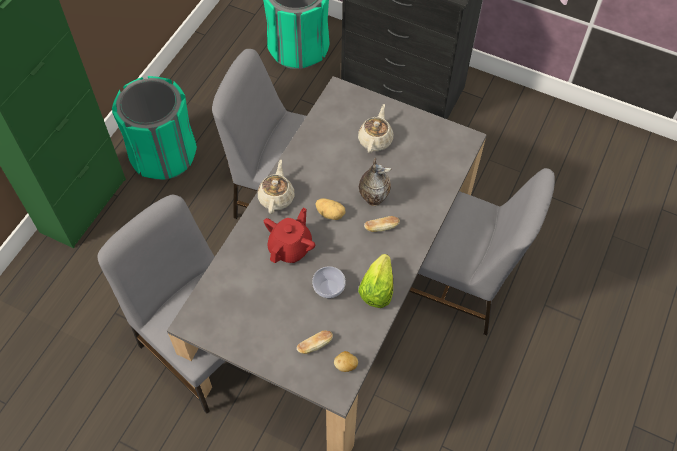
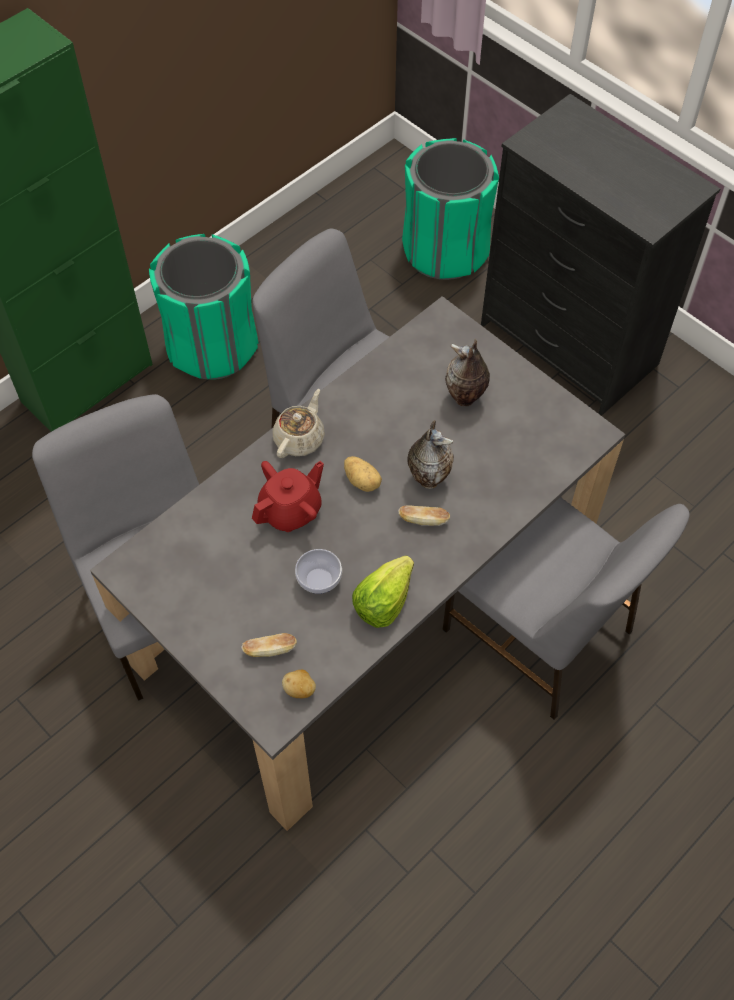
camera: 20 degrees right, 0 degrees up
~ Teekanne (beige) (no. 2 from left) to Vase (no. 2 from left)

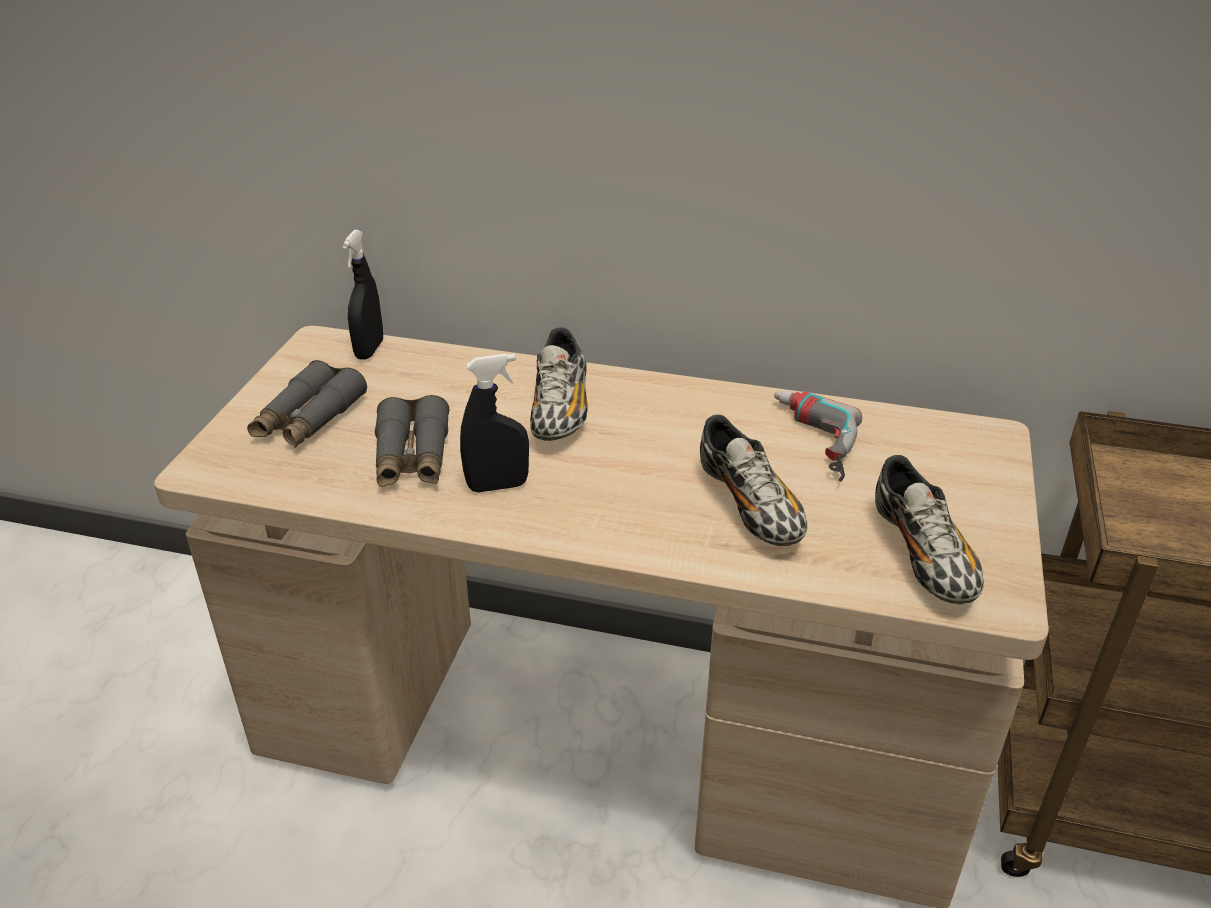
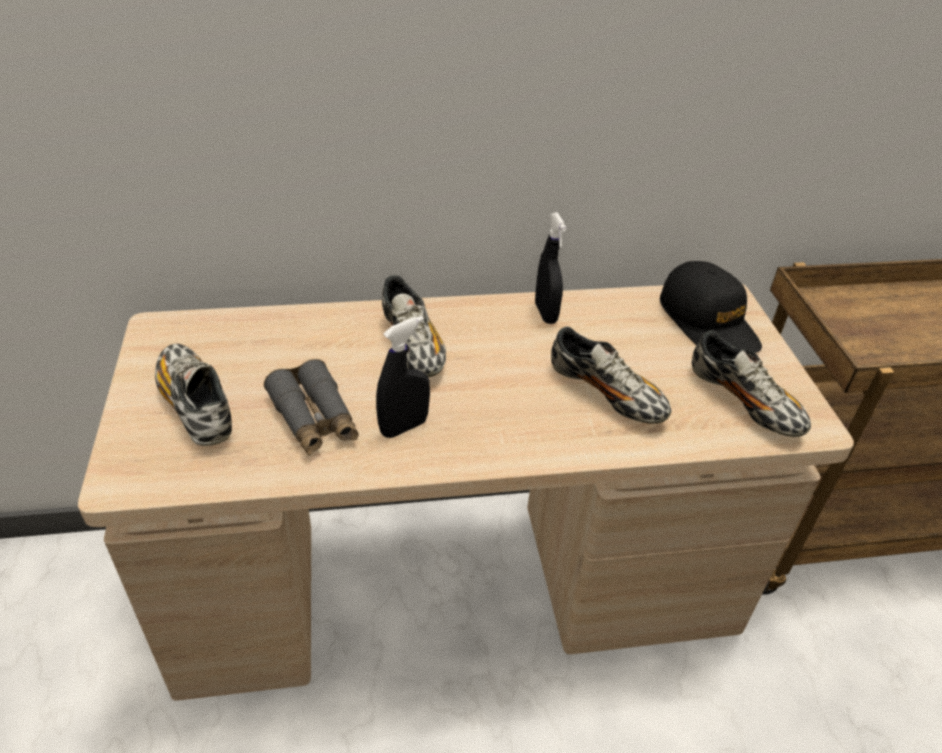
camera: 25 degrees left, 5 degrees up
~ Sprühflasche (schwarz) (no. 1 from left in the first image) to Sprühflasche (schwarz) (no. 2 from left)
~ Fernglas (grau) (no. 1 from left) to Schuh (no. 1 from left)
- Bohrmaschine
+ Kappe (schwarz)

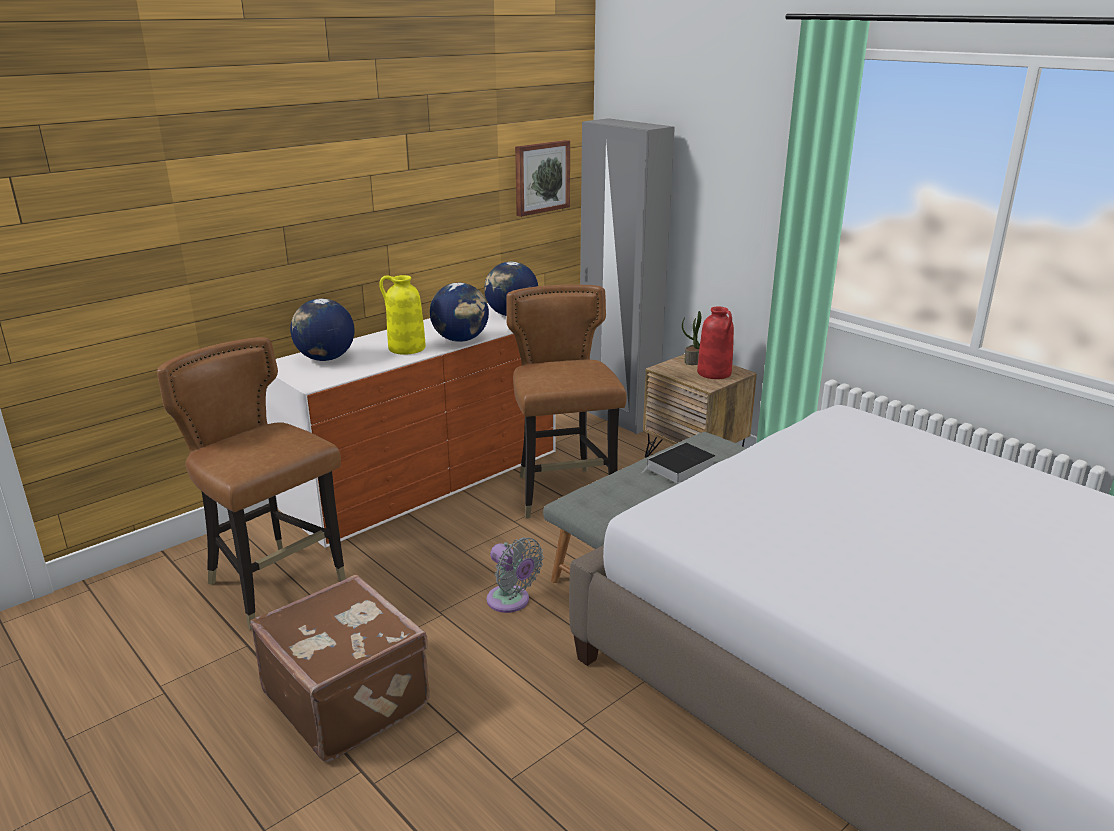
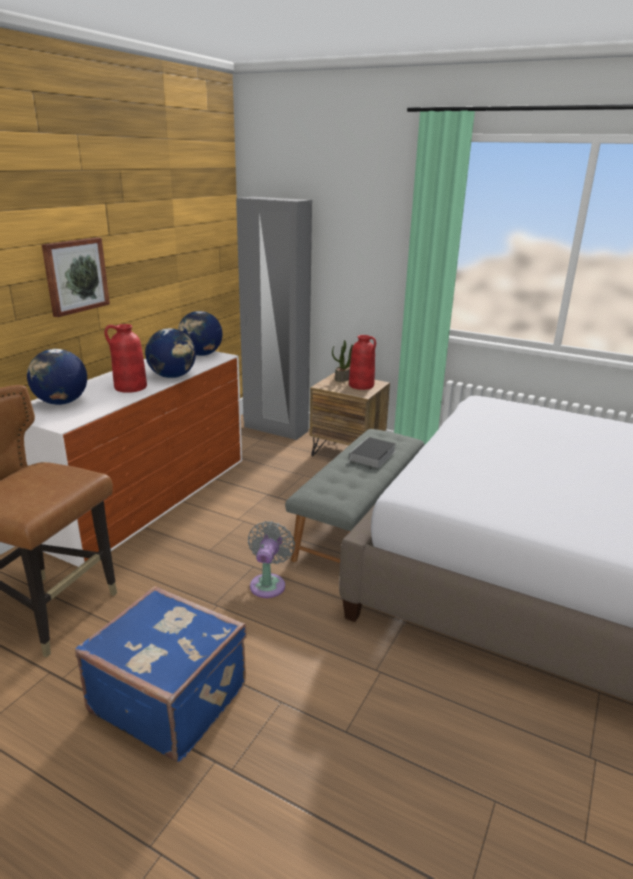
camera: 20 degrees left, 0 degrees up
~ Bild
~ Vase (gelb) to Vase (rot) (no. 1 from left)
- Stuhl (braun) (no. 2 from left)
~ Ventilator (grau) 105 degrees counterclockwise
~ Koffer (braun) to Koffer (blau)

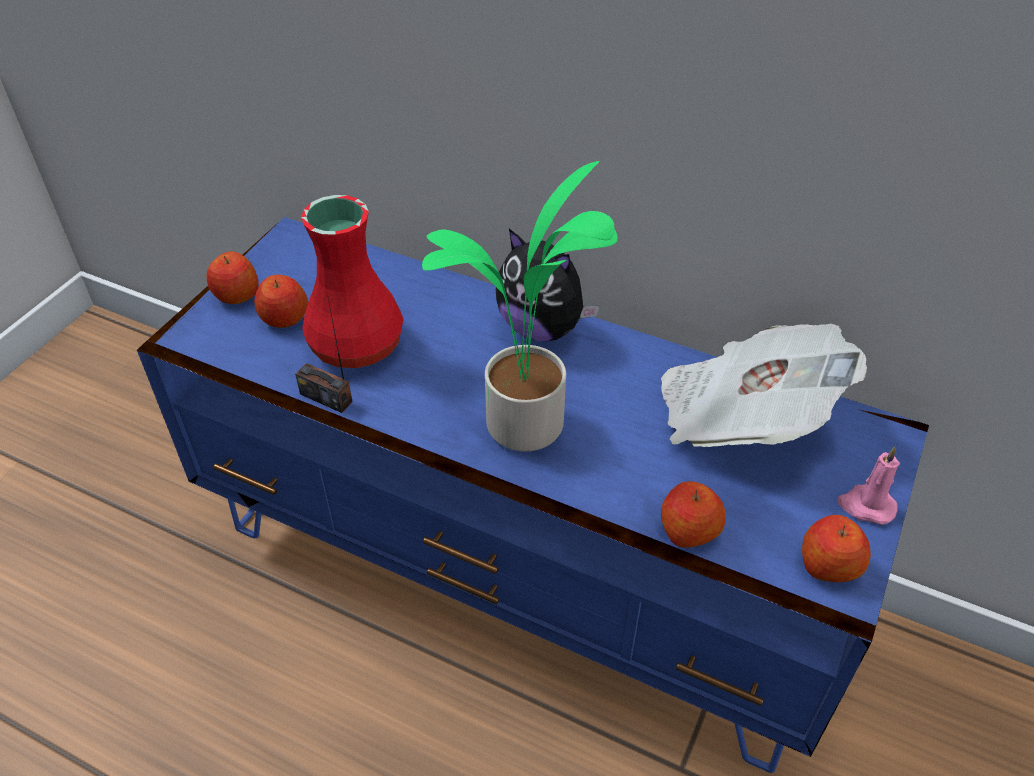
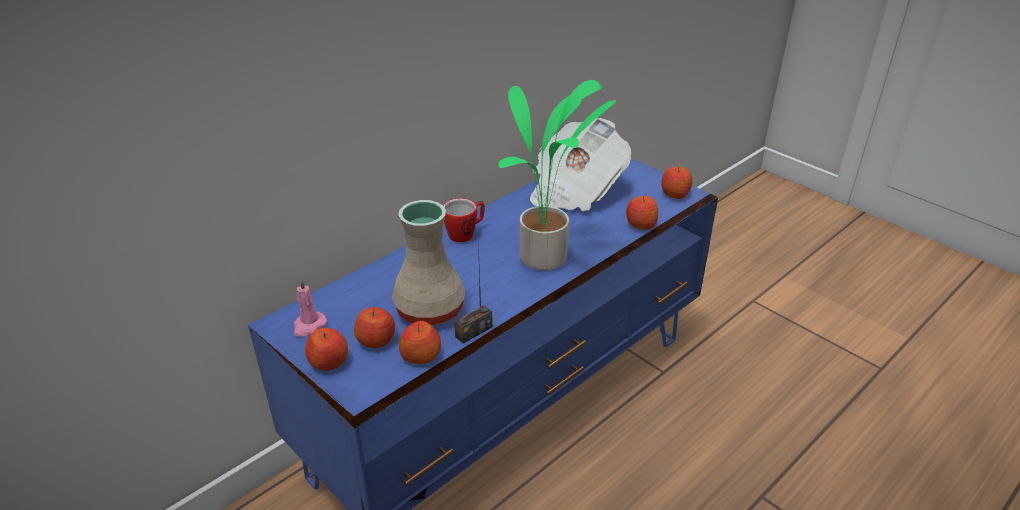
camera: 70 degrees left, 10 degrees down
~ Vase (rot) to Vase (beige)
~ Plüschtier to Henkelbecher
~ Kerze (rosa)
+ Apfel (no. 3 from left)

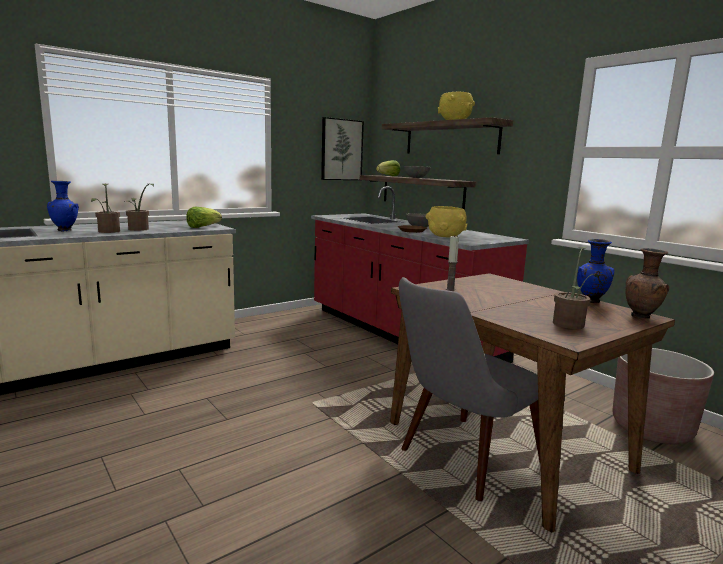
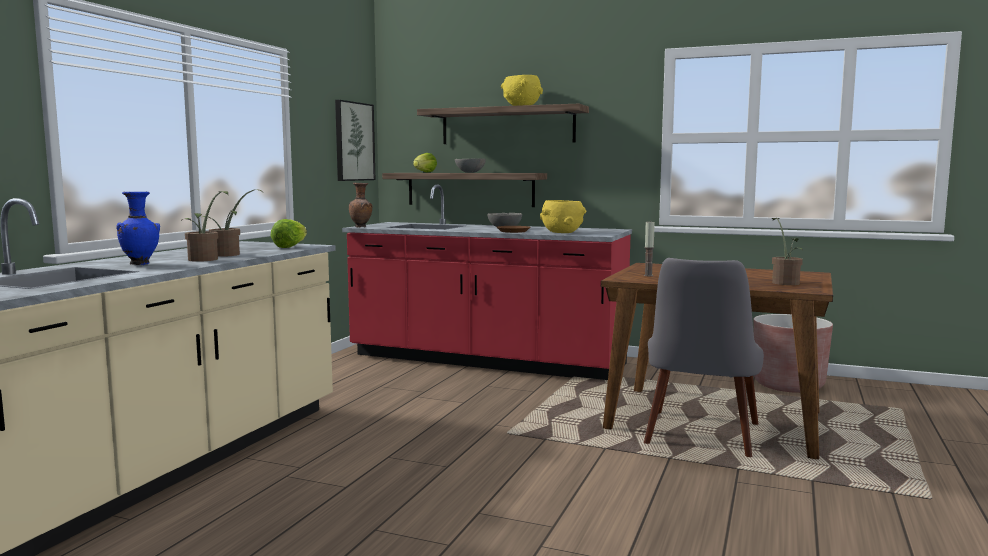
camera: 30 degrees left, 5 degrees down
- Vase (blau) (no. 2 from left)
~ Vase (braun)

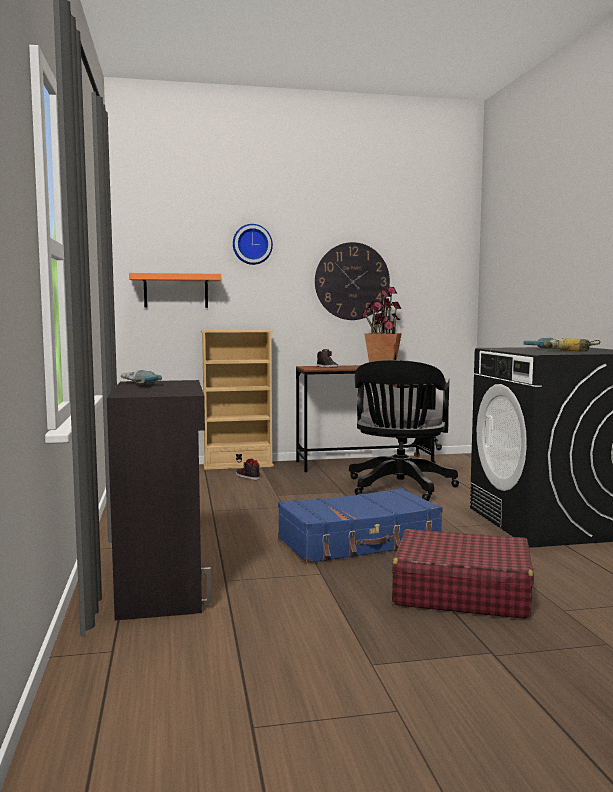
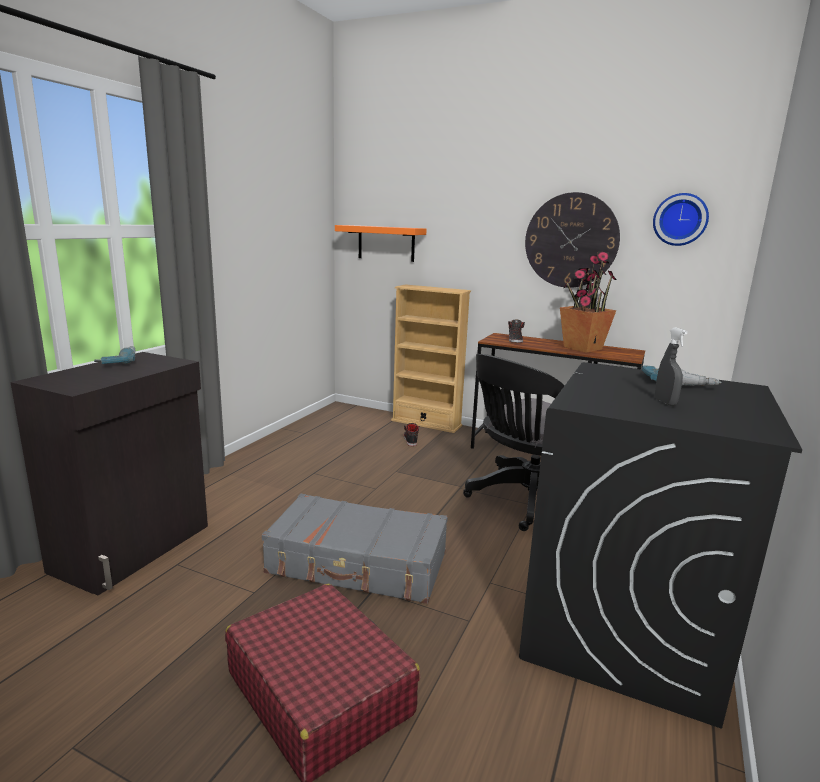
camera: 35 degrees right, 10 degrees up
~ Wanduhr (no. 1 from left in the first image) to Wanduhr (no. 2 from left)
~ Bohrmaschine (no. 3 from left) to Sprühflasche (grau)
~ Koffer (blau) to Koffer (grau)

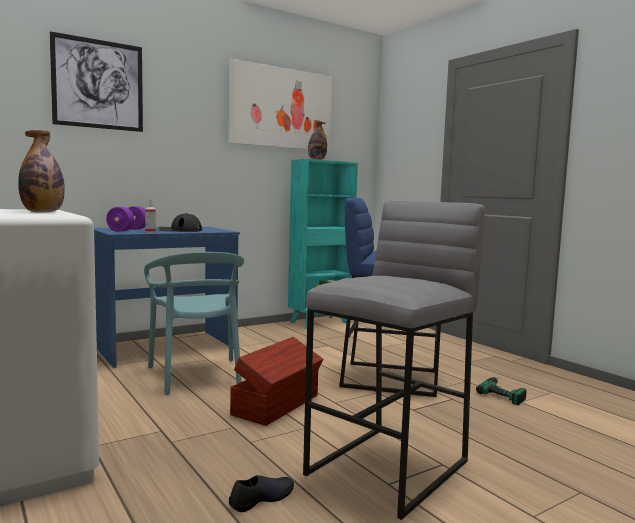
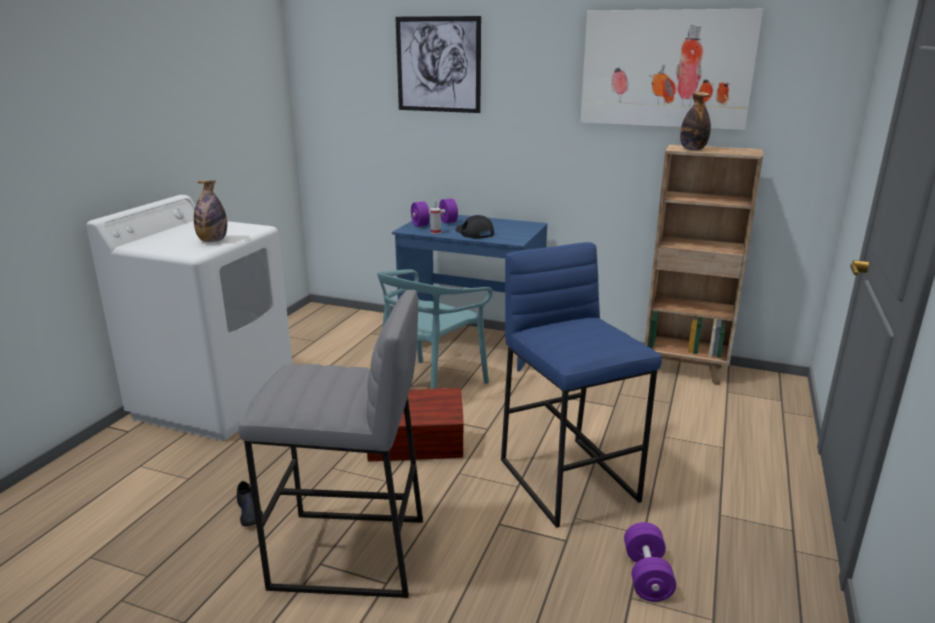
camera: 55 degrees right, 15 degrees up
~ Bücherregal (türkis) to Bücherregal (braun)
~ Bohrmaschine to Hantel (lila) (no. 2 from left)
~ Schuh (schwarz) 45 degrees clockwise

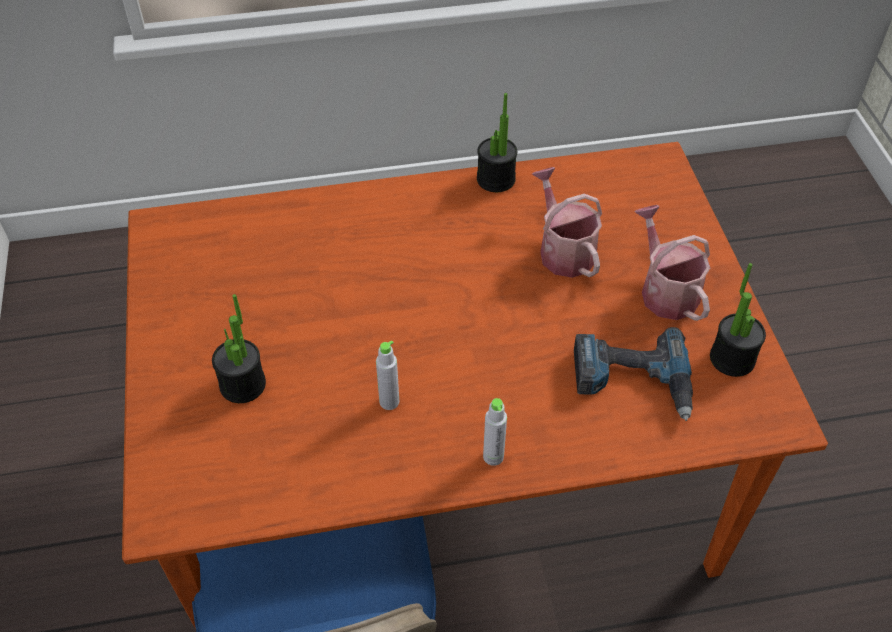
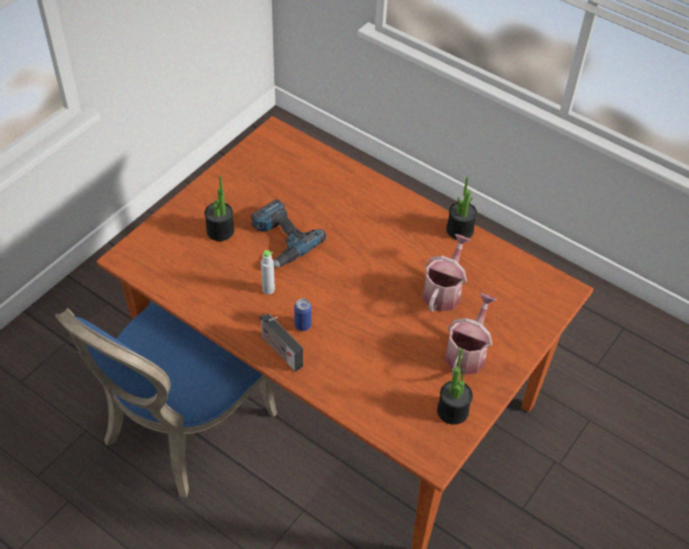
camera: 45 degrees right, 0 degrees up
~ Bohrmaschine
~ Flasche (grau) (no. 2 from left) to Radio
+ Dose

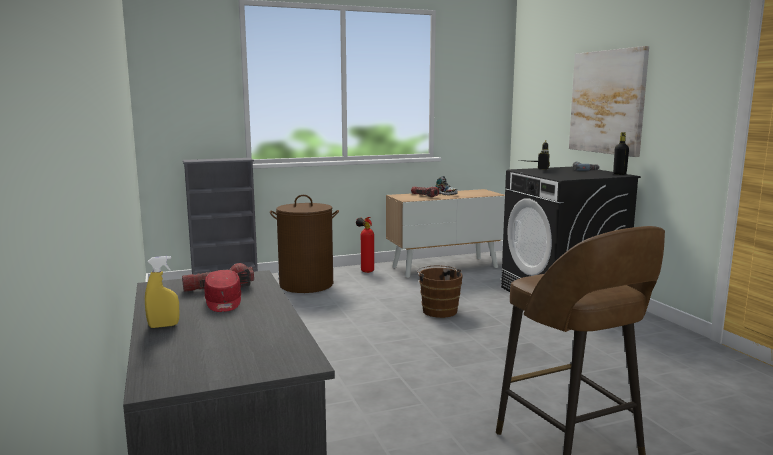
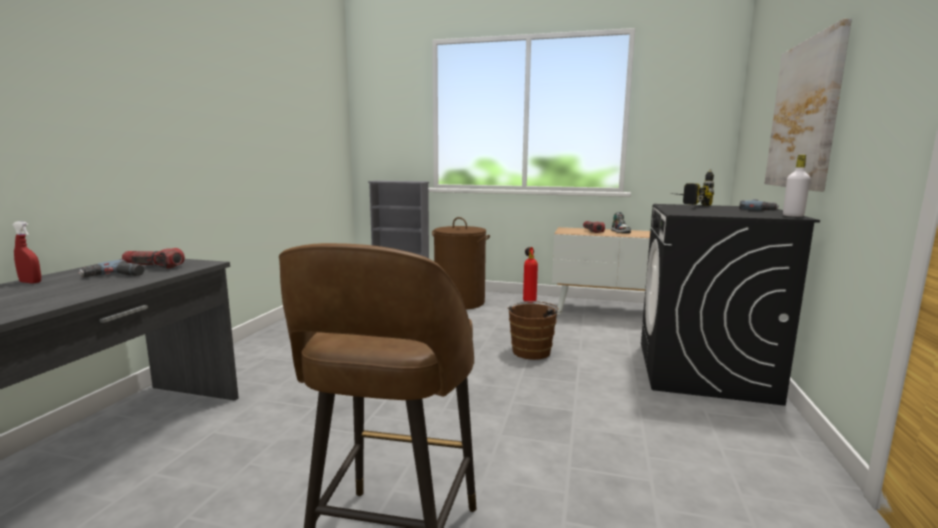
camera: 35 degrees right, 0 degrees up
~ Flasche (schwarz) to Flasche (weiß)
~ Sprühflasche (gelb) to Sprühflasche (rot)
~ Kappe (rot) to Bohrmaschine (no. 1 from left)

